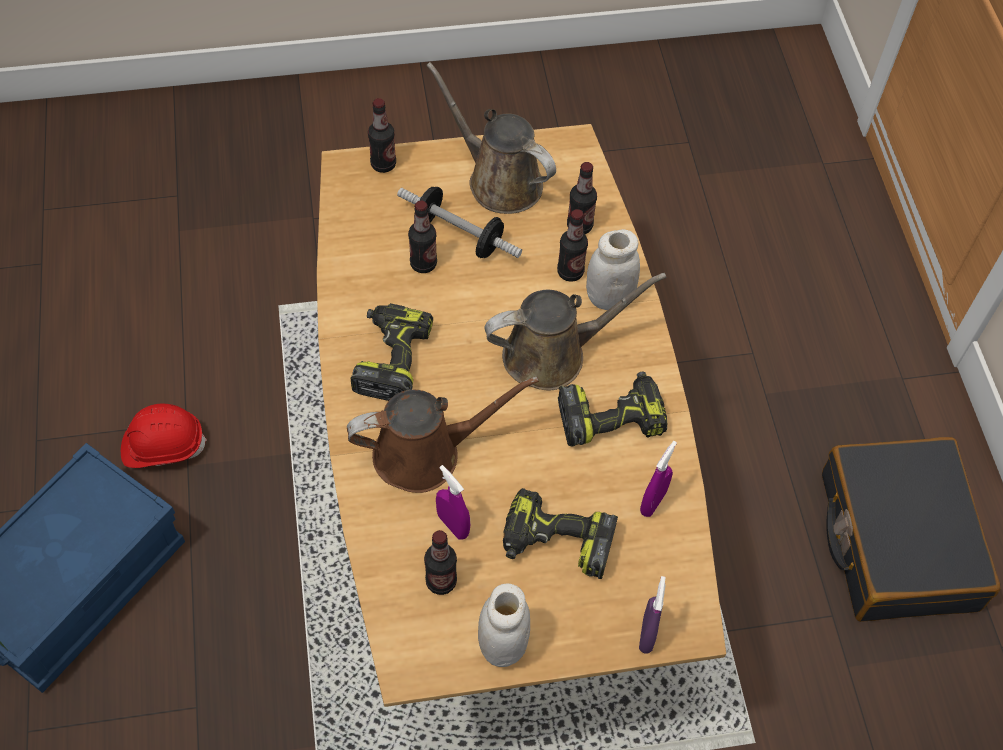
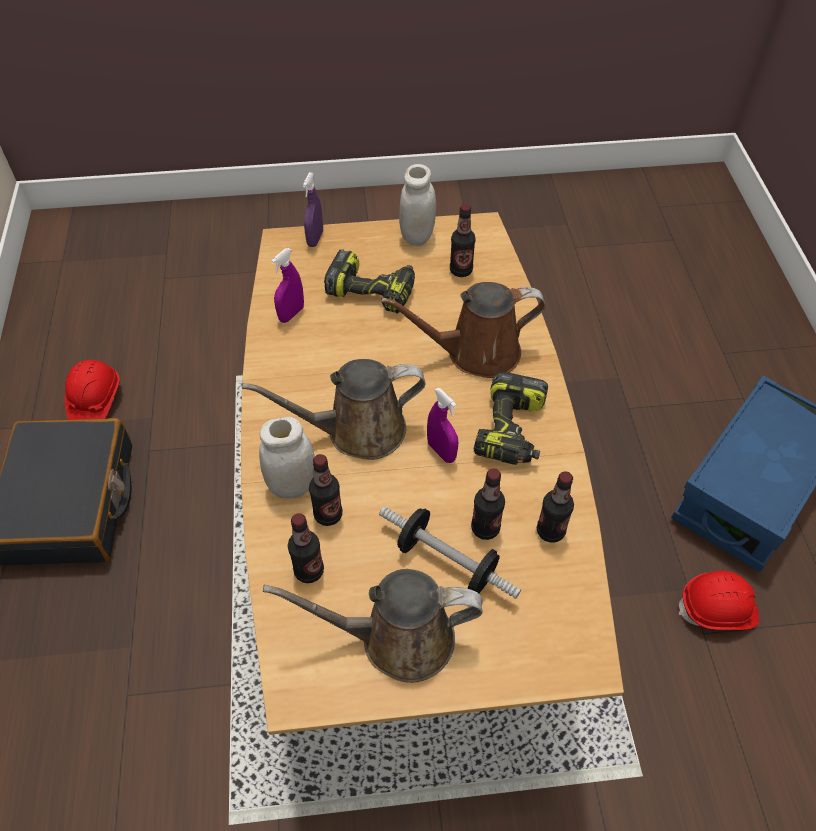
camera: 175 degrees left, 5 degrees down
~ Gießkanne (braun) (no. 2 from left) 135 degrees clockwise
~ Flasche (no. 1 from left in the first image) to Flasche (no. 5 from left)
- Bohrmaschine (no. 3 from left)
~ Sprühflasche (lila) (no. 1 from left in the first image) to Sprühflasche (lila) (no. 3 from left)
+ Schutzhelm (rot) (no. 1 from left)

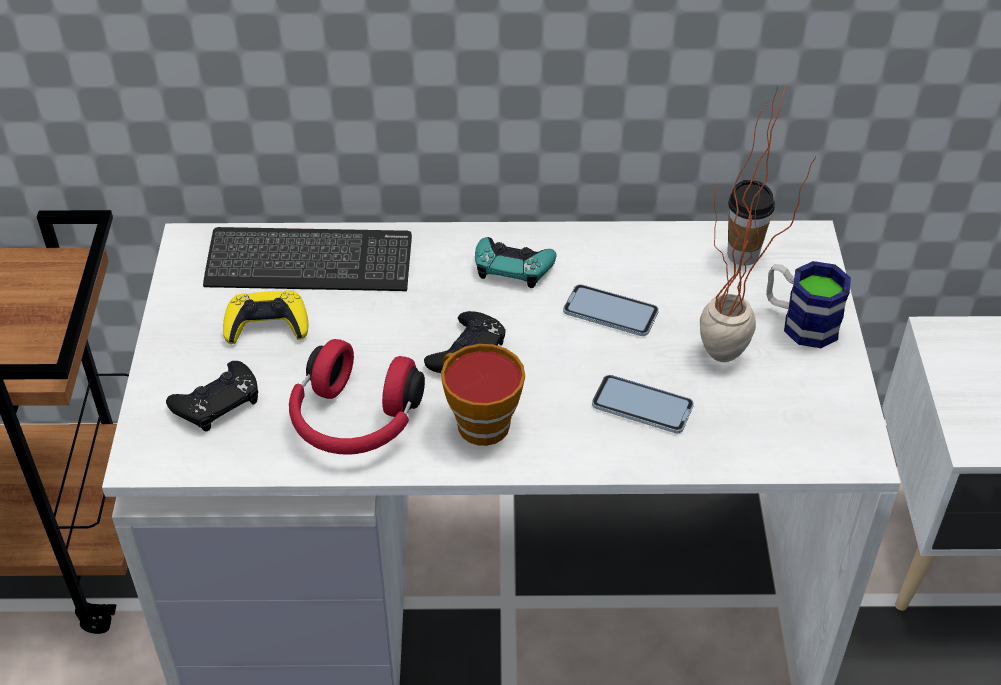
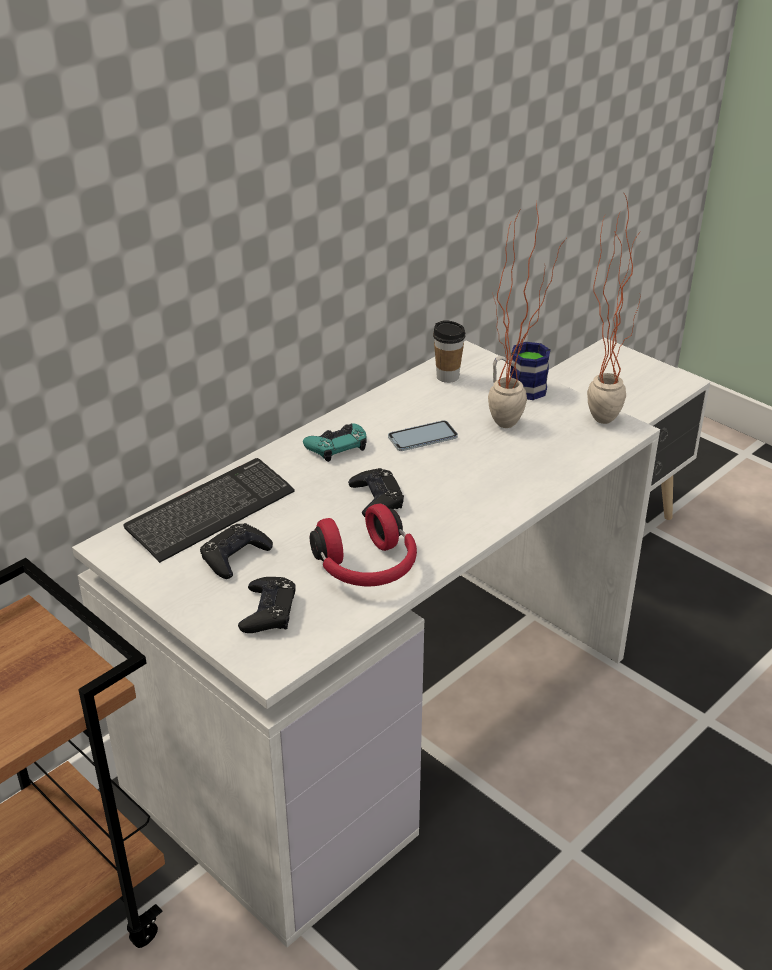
camera: 45 degrees left, 10 degrees down
~ Gamepad (gelb) to Gamepad (schwarz) (no. 1 from left)
- Tasse (no. 1 from left)
- Handy (no. 2 from left)
+ Topfpflanze (no. 2 from left)

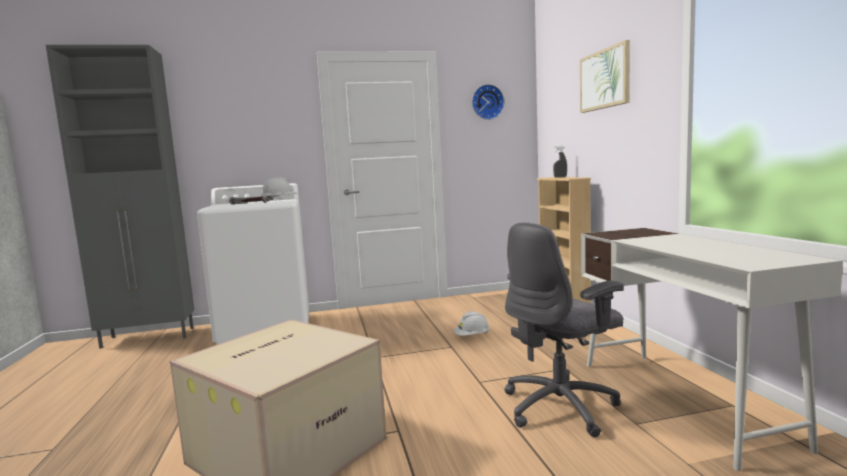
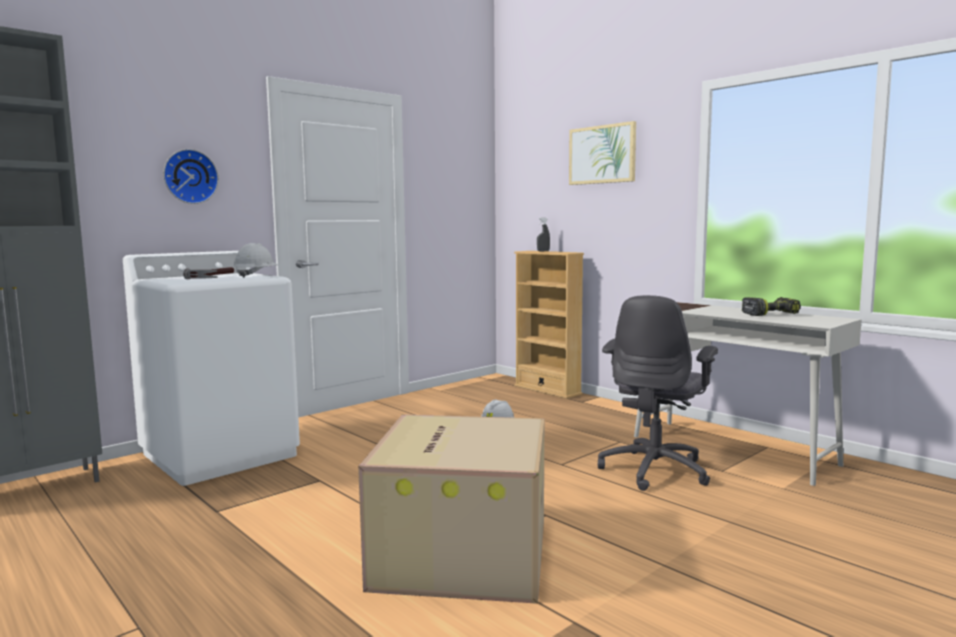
camera: 30 degrees left, 0 degrees up
~ Wanduhr
+ Bohrmaschine

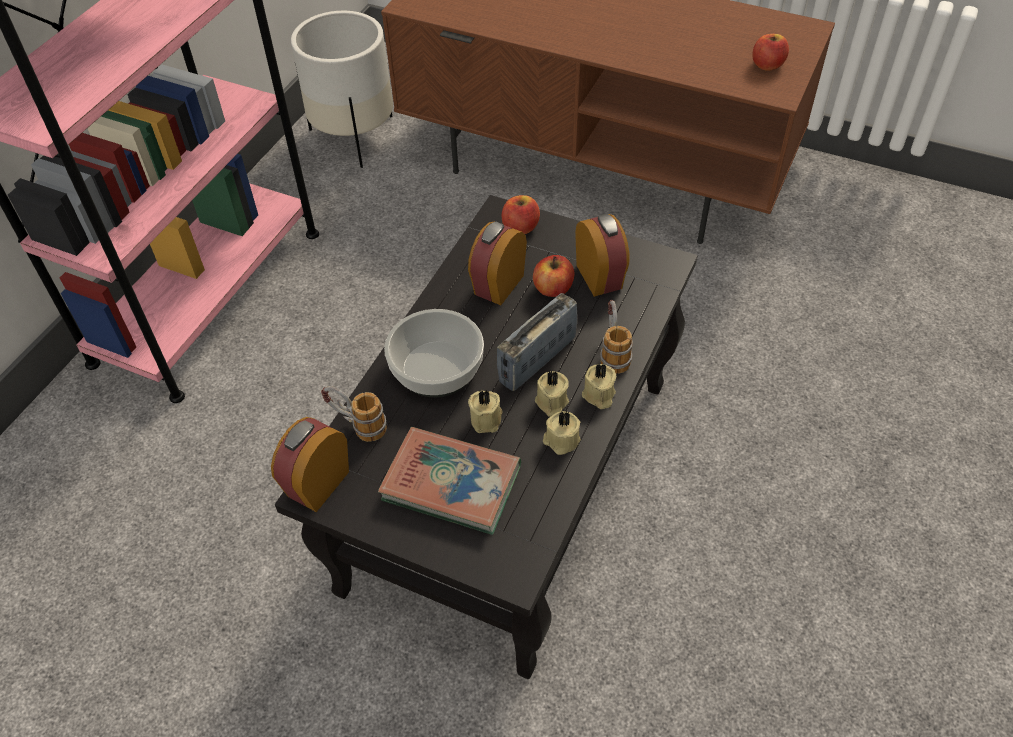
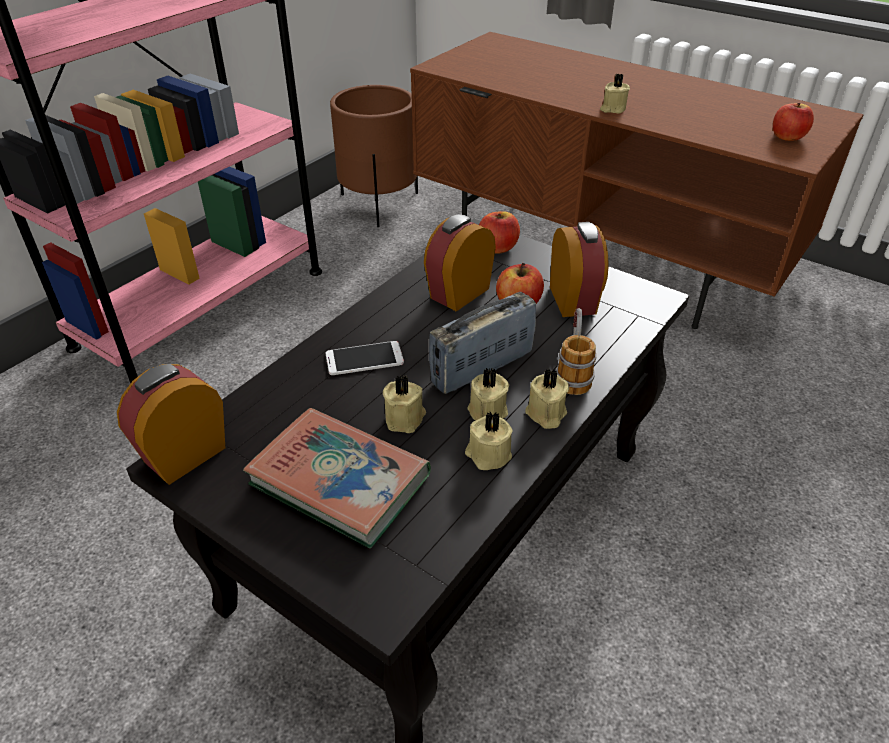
camera: 10 degrees right, 10 degrees down
~ Pflanzkübel (weiß) to Pflanzkübel (braun)
~ Schüssel to Handy
- Henkelbecher (no. 1 from left)
+ Kerze (beige) (no. 5 from left)

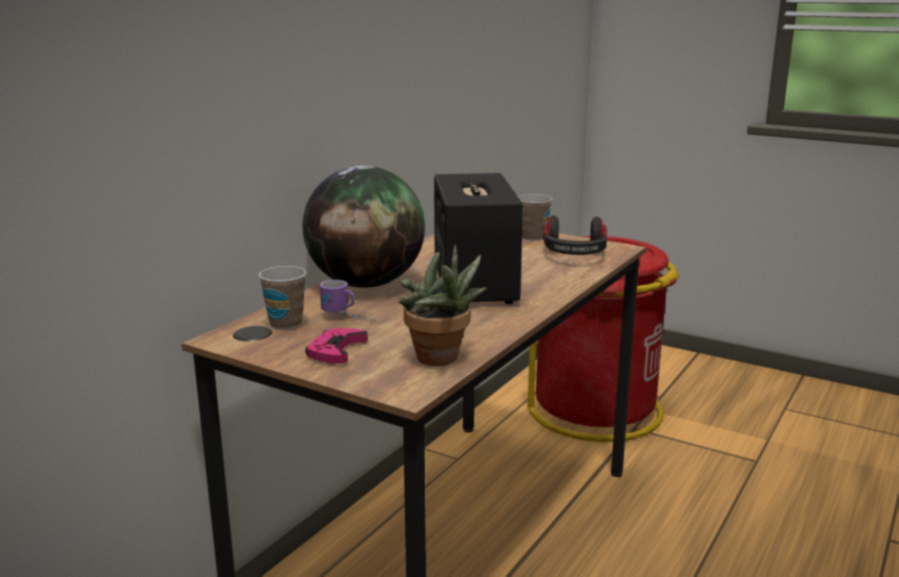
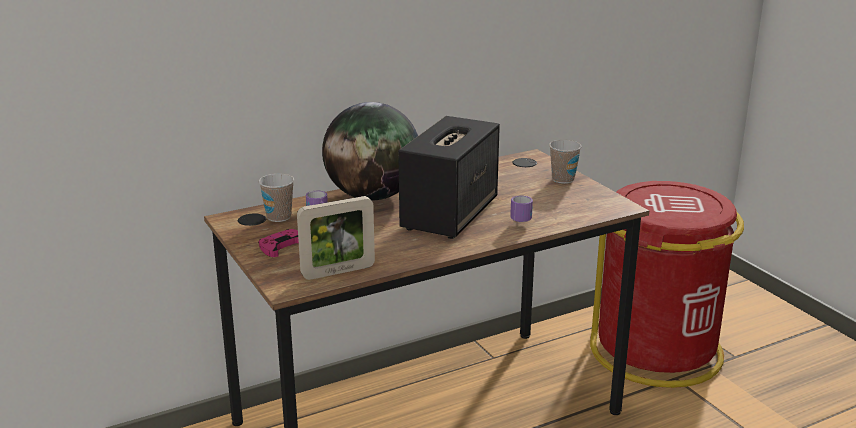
camera: 30 degrees right, 5 degrees up
- Kopfhörer
~ Topfpflanze to Bilderrahmen
+ Henkelbecher (no. 2 from left)

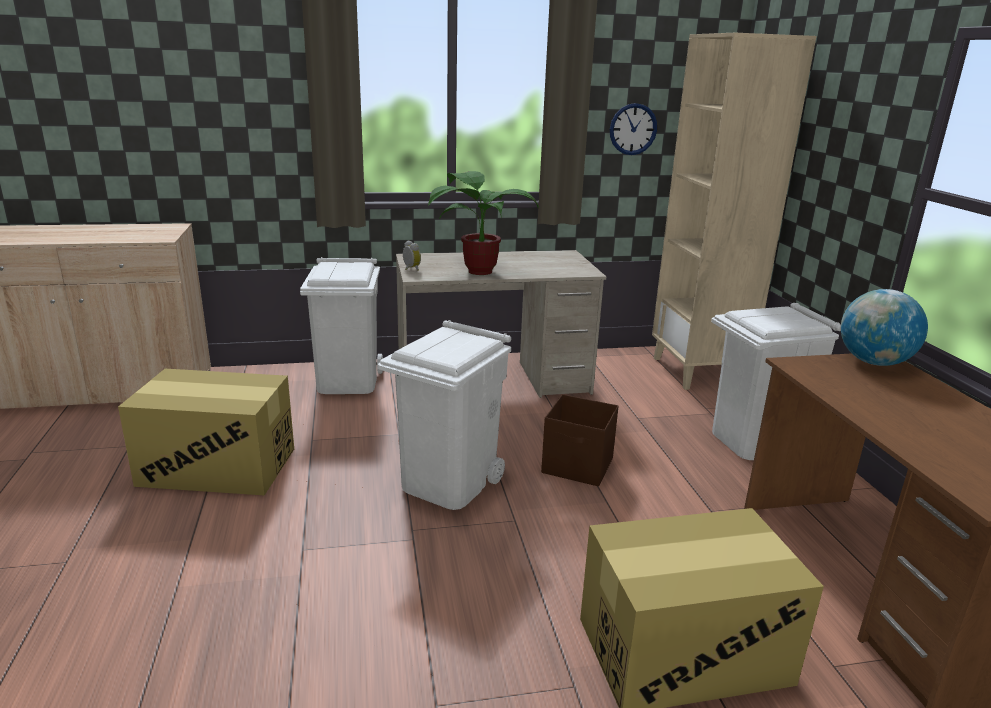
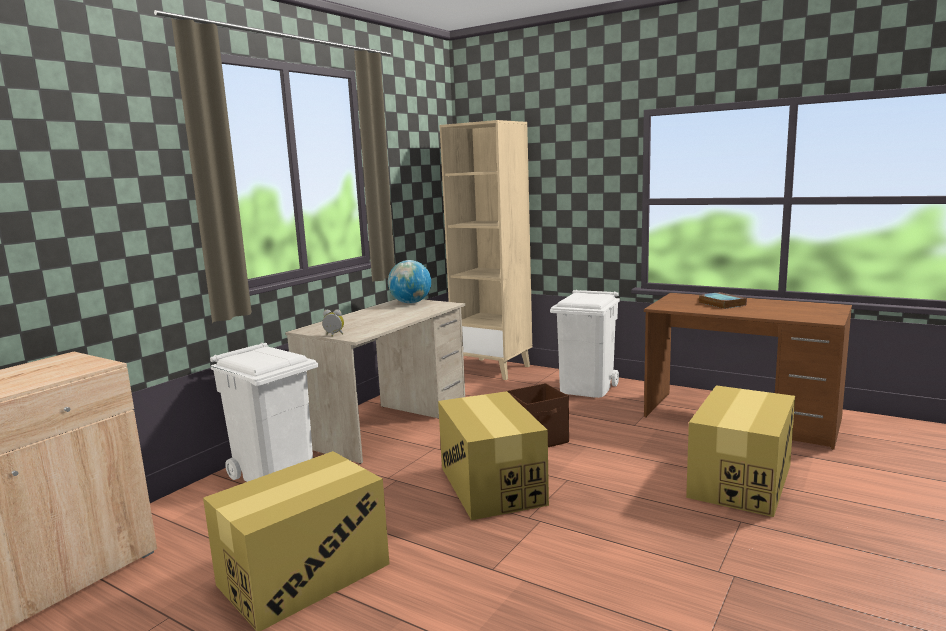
camera: 45 degrees left, 10 degrees down
- Wanduhr
- Topfpflanze
~ Globus
~ Mülleimer (weiß) (no. 2 from left) to Karton (no. 2 from left)
+ Buch

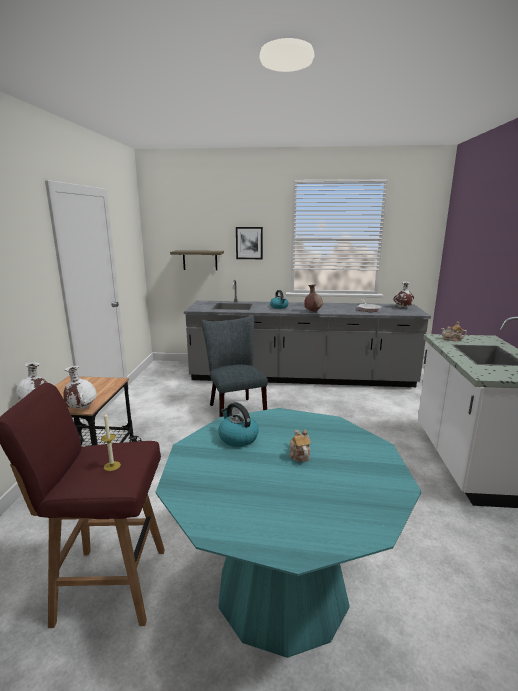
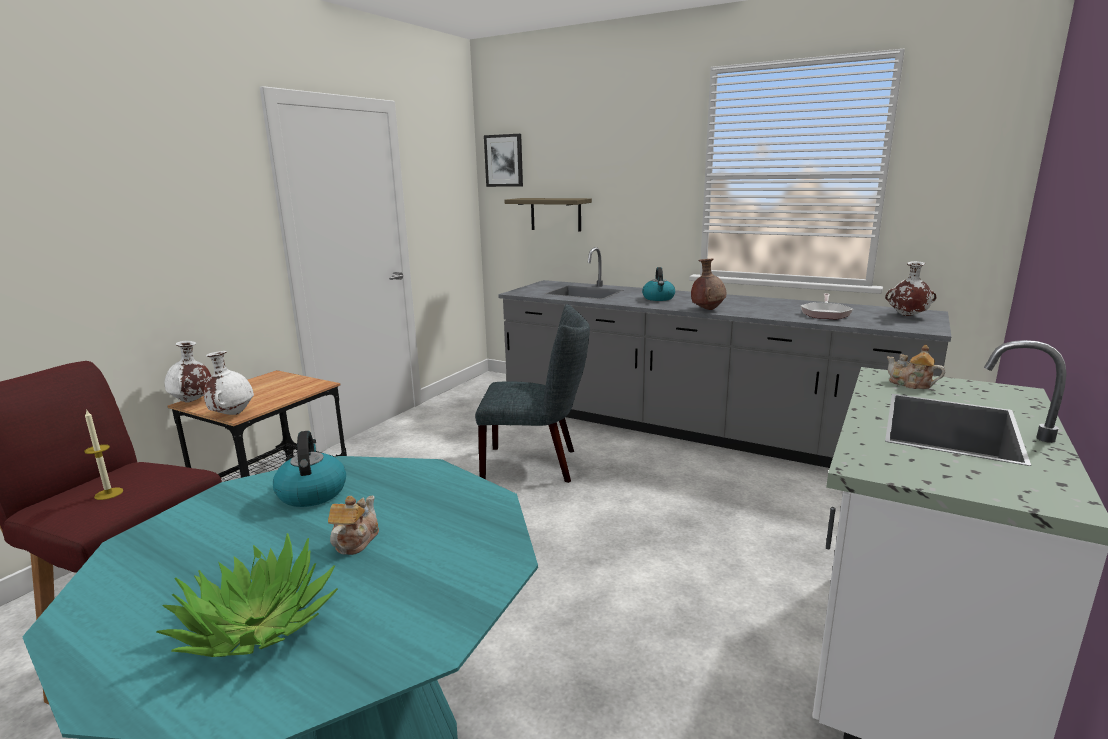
camera: 25 degrees right, 0 degrees up
~ Bild
~ Stuhl (grau) 90 degrees clockwise
+ Topfpflanze

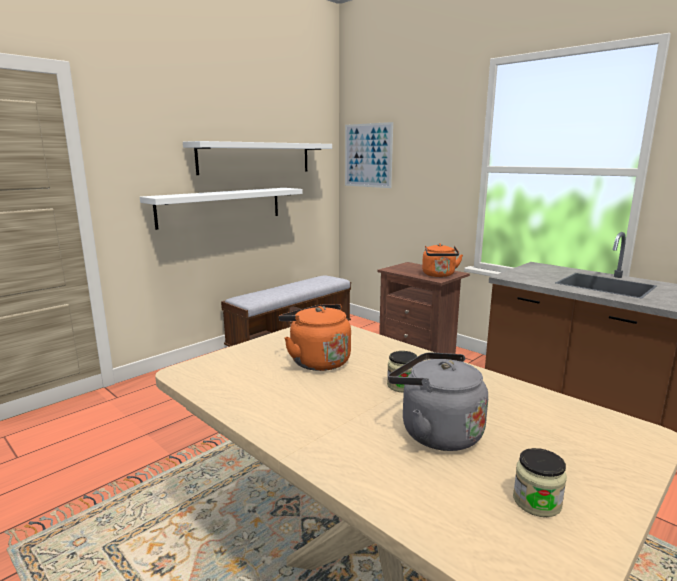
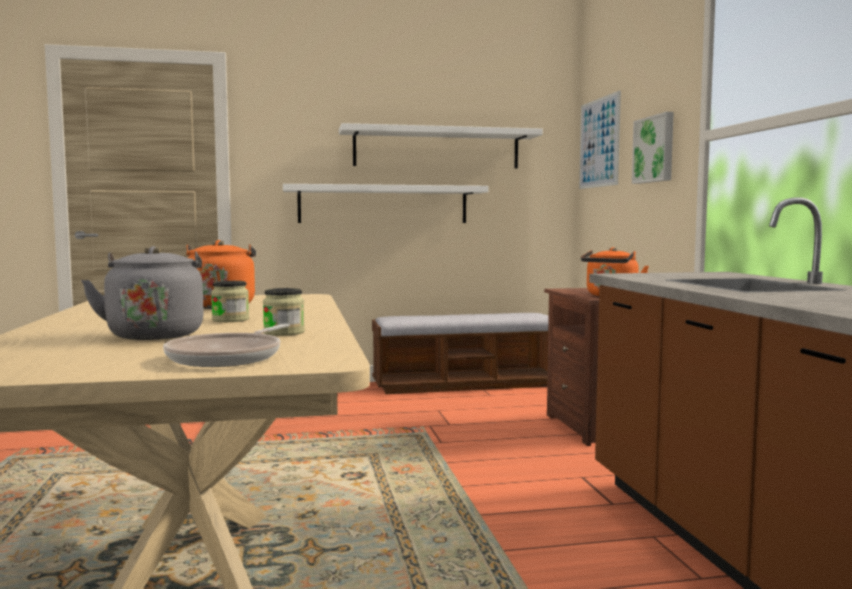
camera: 35 degrees right, 10 degrees down
~ Vorratsglas (no. 2 from left)
+ Bild (no. 2 from left)
+ Pfanne

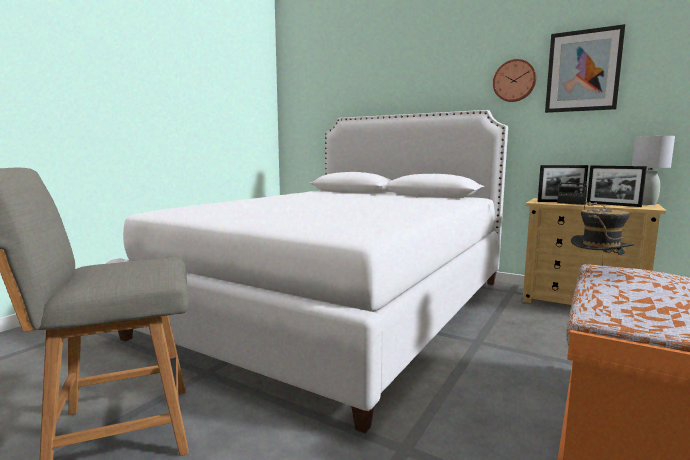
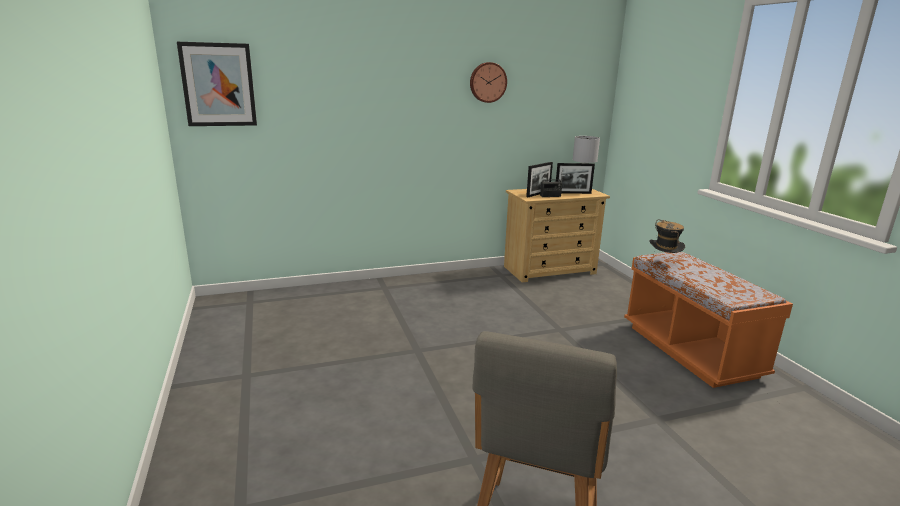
camera: 50 degrees left, 10 degrees up
~ Bild
- Bett (weiß)

